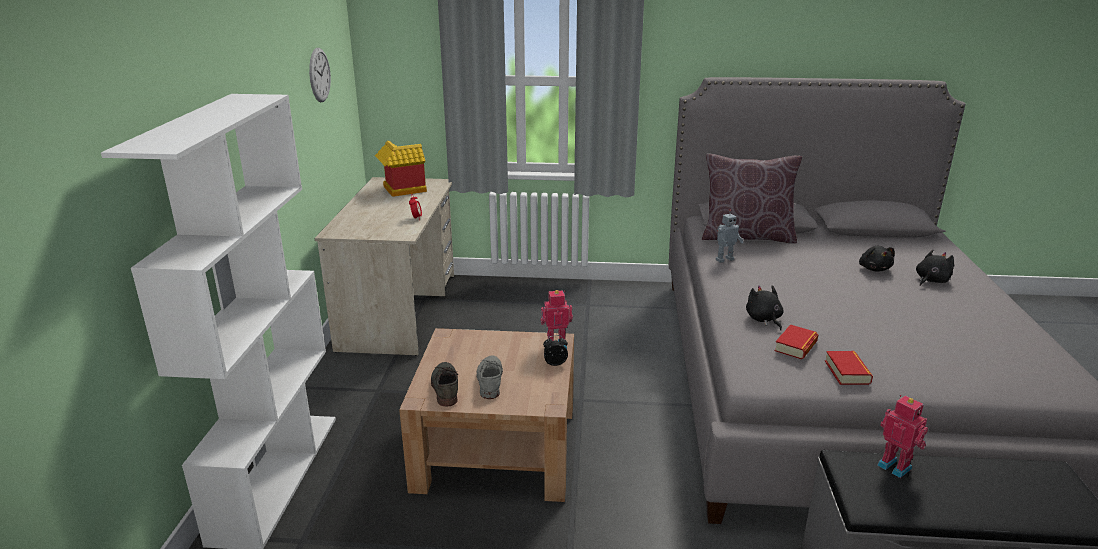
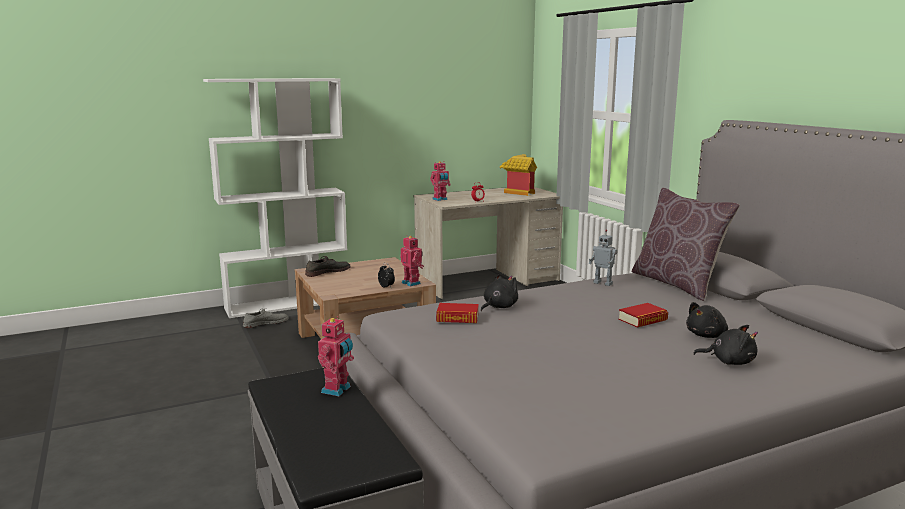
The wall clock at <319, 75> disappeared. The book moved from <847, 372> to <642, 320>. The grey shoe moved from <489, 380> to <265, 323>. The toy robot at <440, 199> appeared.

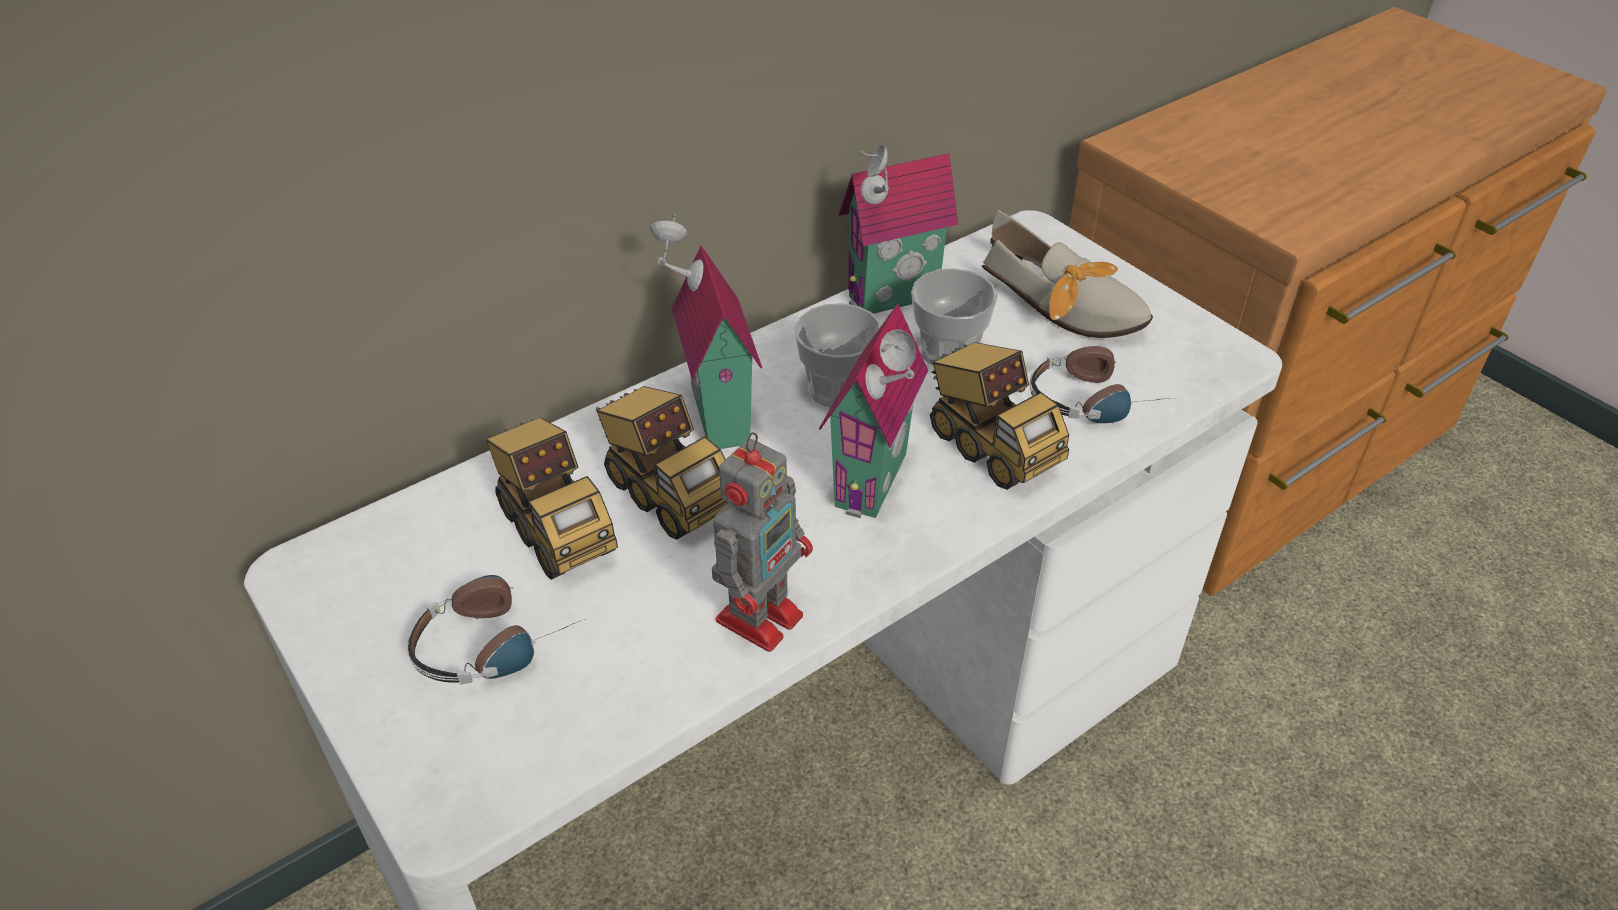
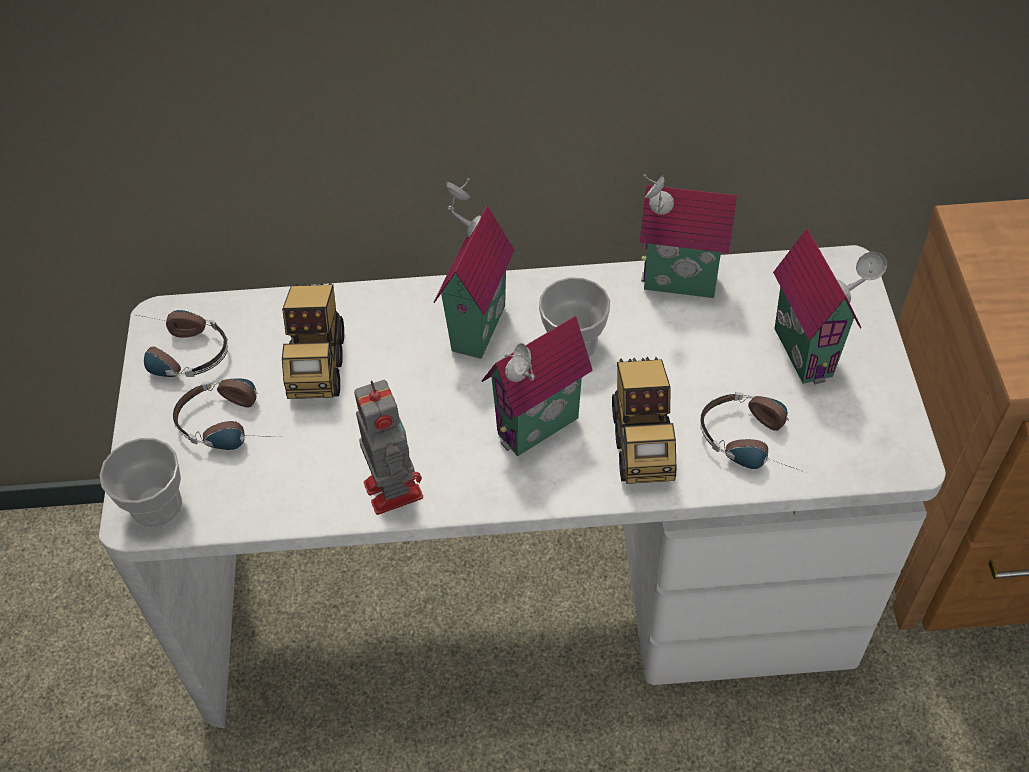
The shoe at <1067, 306> was replaced by the toy house at <808, 351>. The cup moved from <948, 352> to <156, 505>. The toy truck at <667, 493> disappeared. The toy robot at <762, 615> turned 90 degrees counterclockwise. The headphones at <177, 353> appeared.

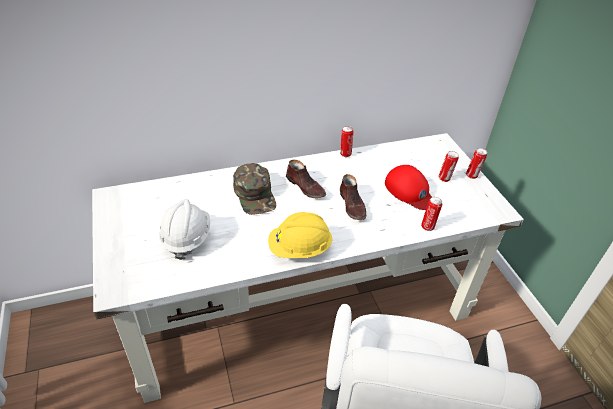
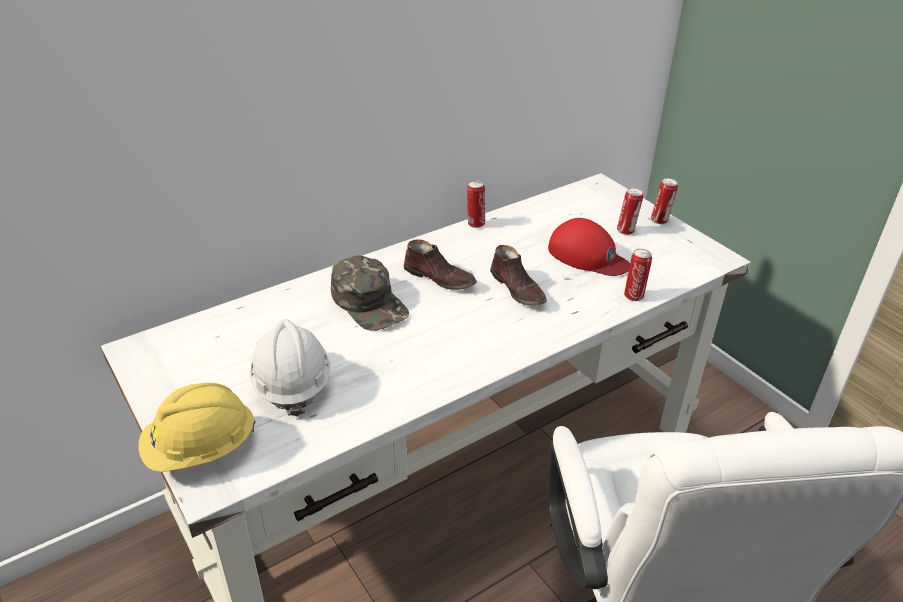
The yellow hard hat moved from <299, 249> to <201, 449>.

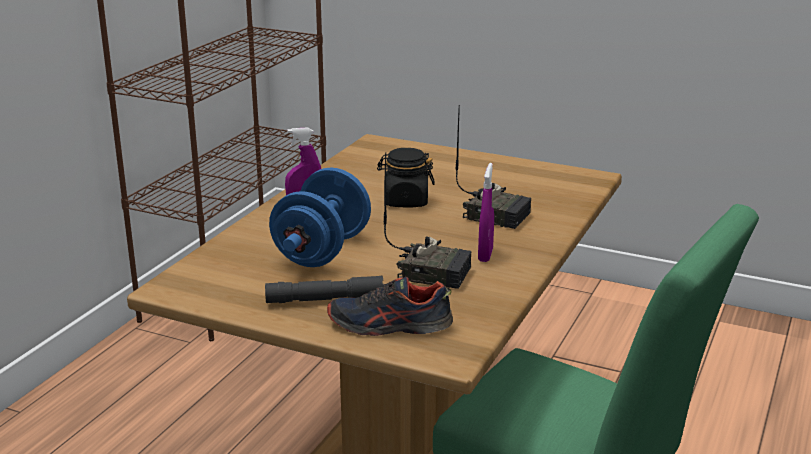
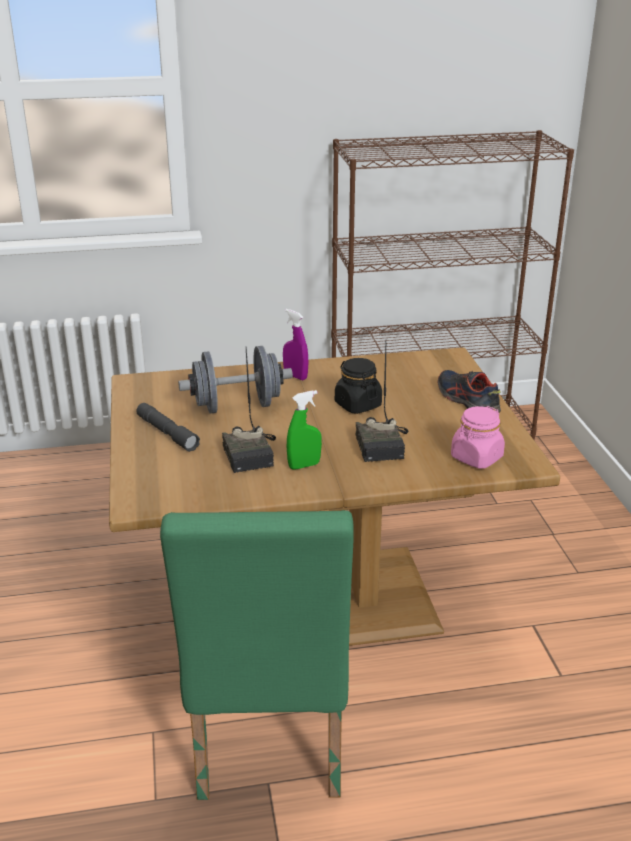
The purple spray bottle at <485, 255> became the green spray bottle at <304, 465>. The blue dumbbell at <322, 251> became the grey dumbbell at <237, 406>. The shoe moved from <389, 326> to <467, 400>. The pink jar at <476, 458> appeared.

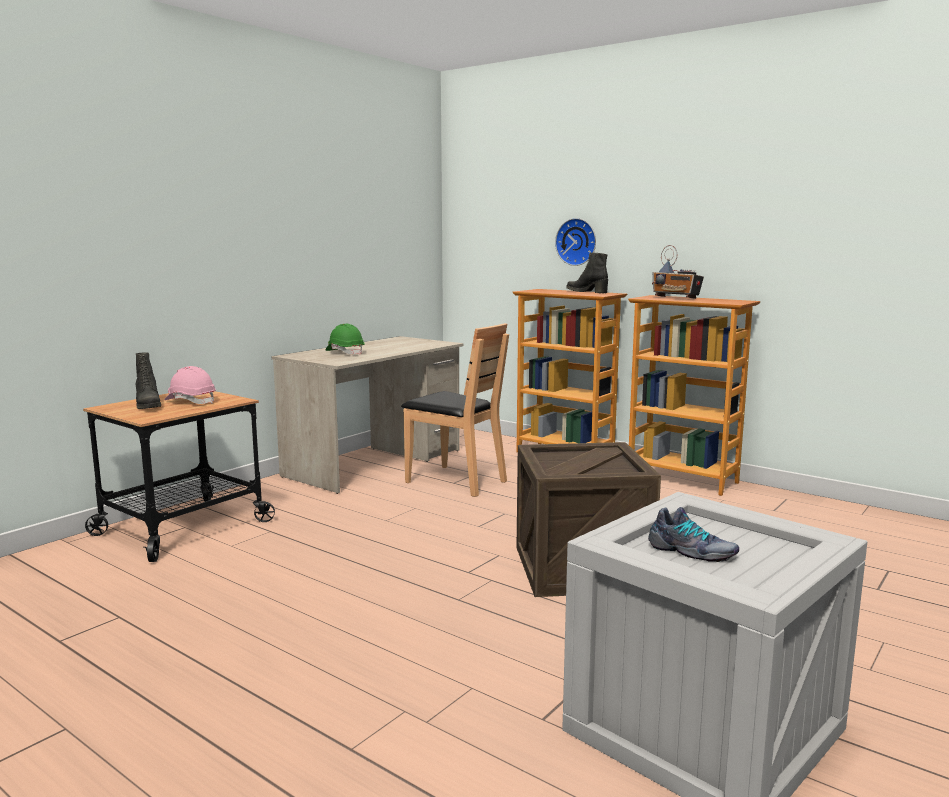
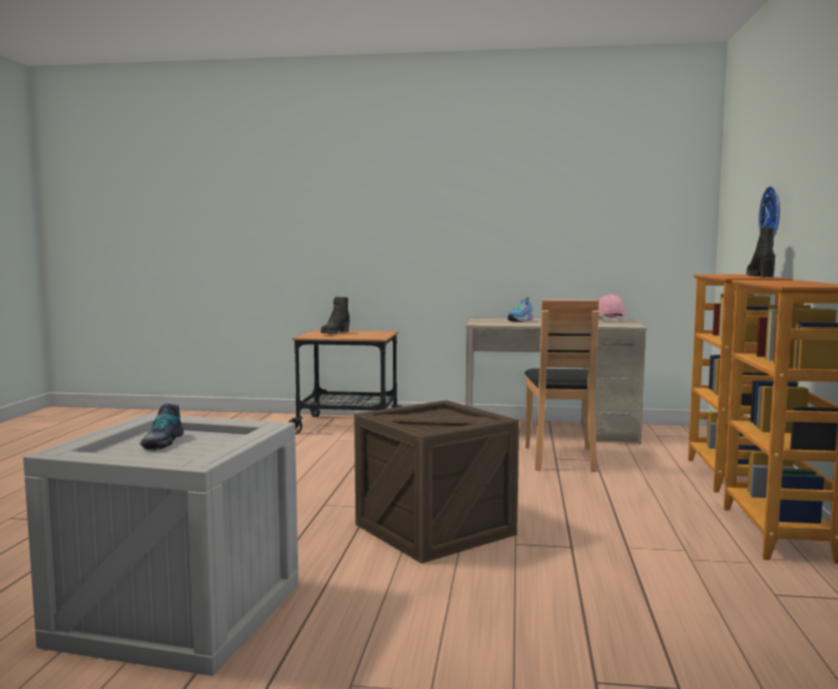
The radio at <676, 298> disappeared. The green hard hat at <345, 352> was replaced by the shoe at <520, 321>. The pink hard hat moved from <191, 401> to <609, 320>.

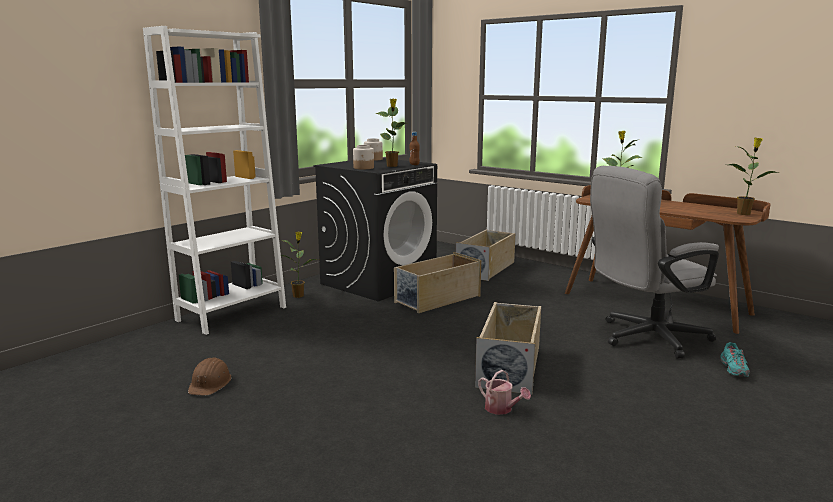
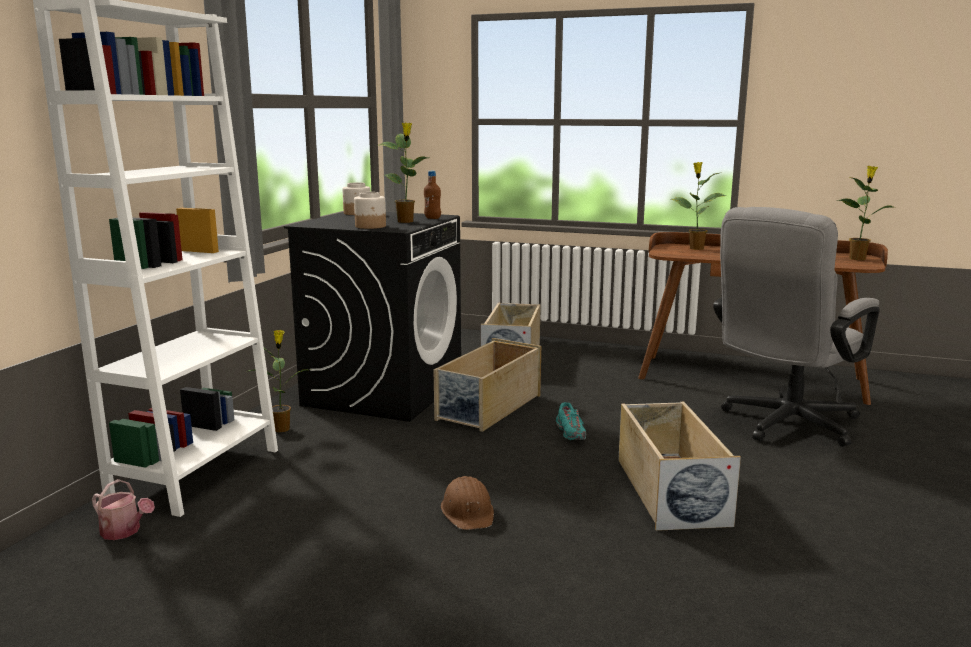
The turquoise shoe moved from <734, 370> to <570, 434>. The brown hard hat moved from <210, 383> to <468, 512>. The watering can moved from <501, 409> to <124, 532>.

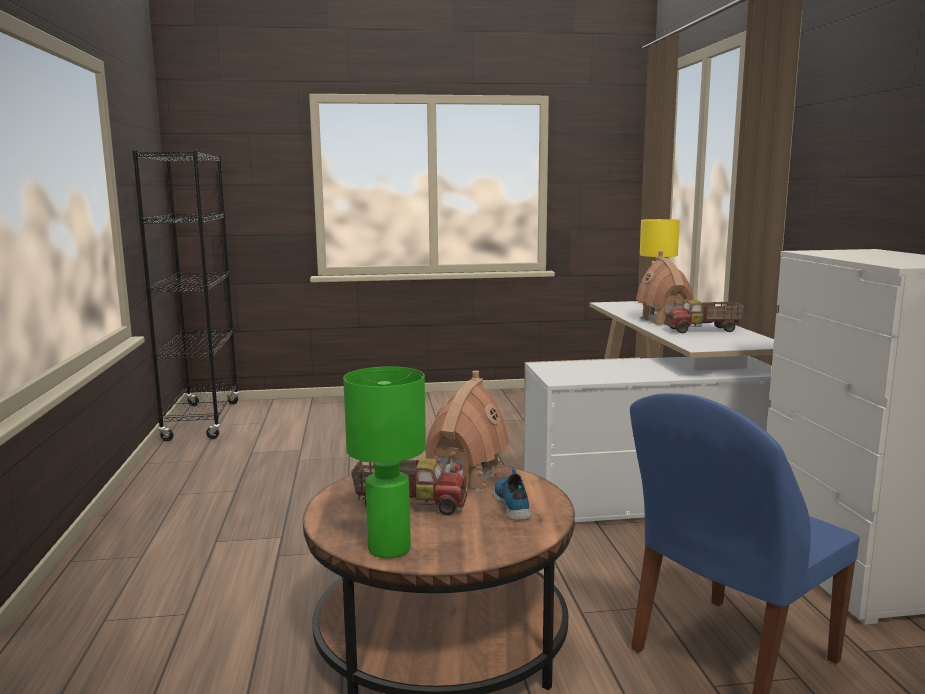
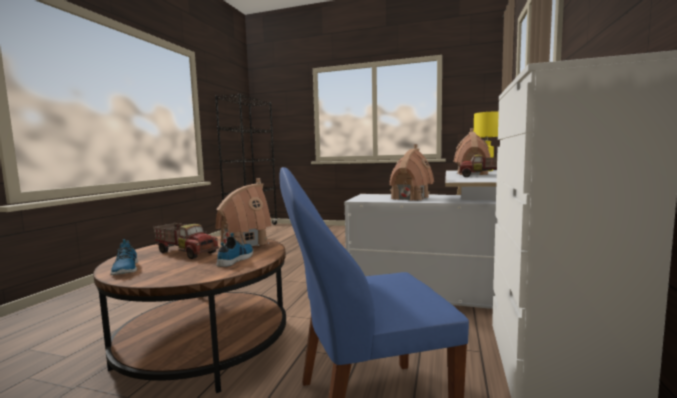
The green table lamp at <389, 548> was replaced by the shoe at <125, 269>. The toy house at <409, 198> appeared.

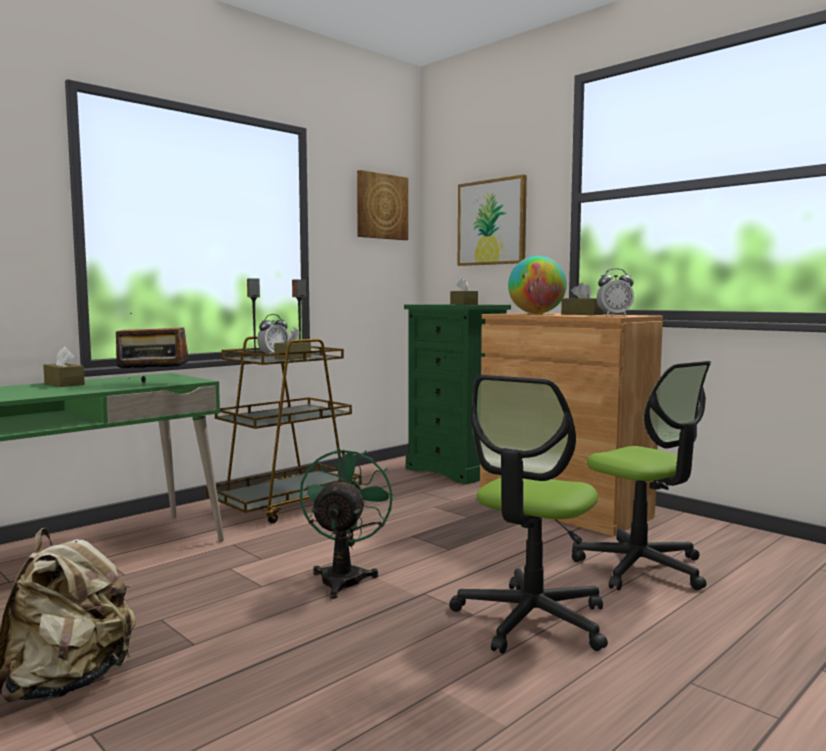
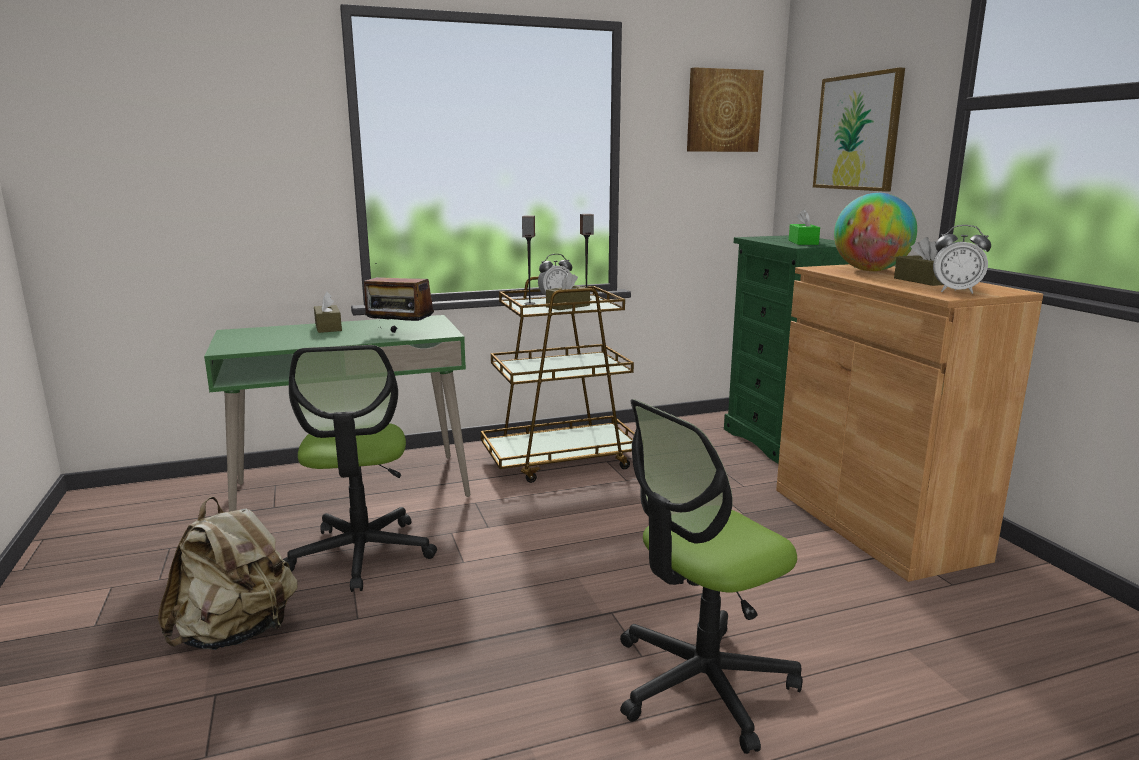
The brown tissue box at <463, 304> became the green tissue box at <803, 242>. The office chair moved from <641, 567> to <362, 554>. The green fan at <344, 577> disappeared.

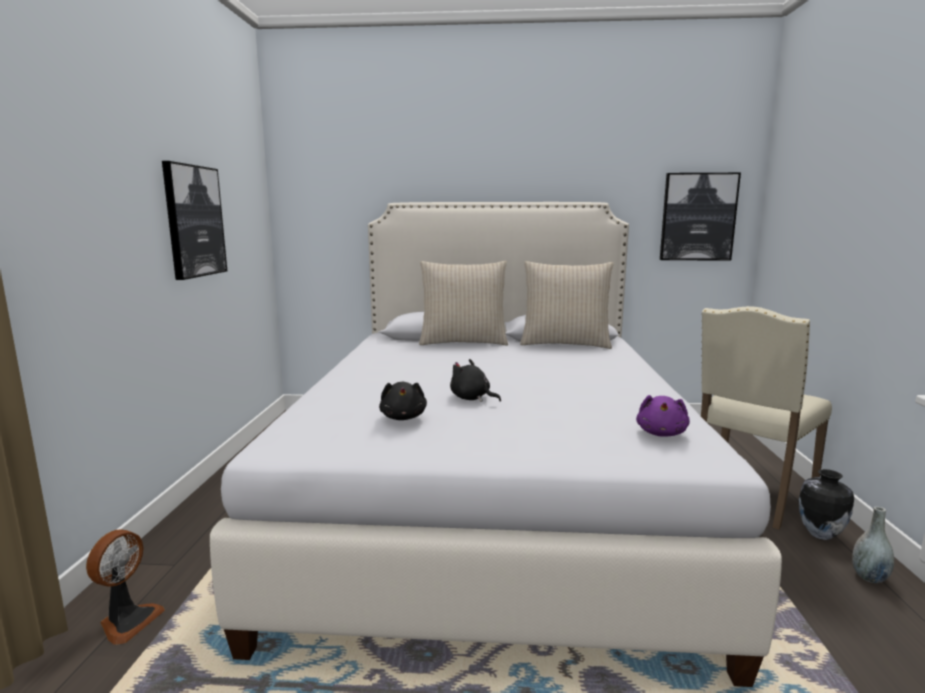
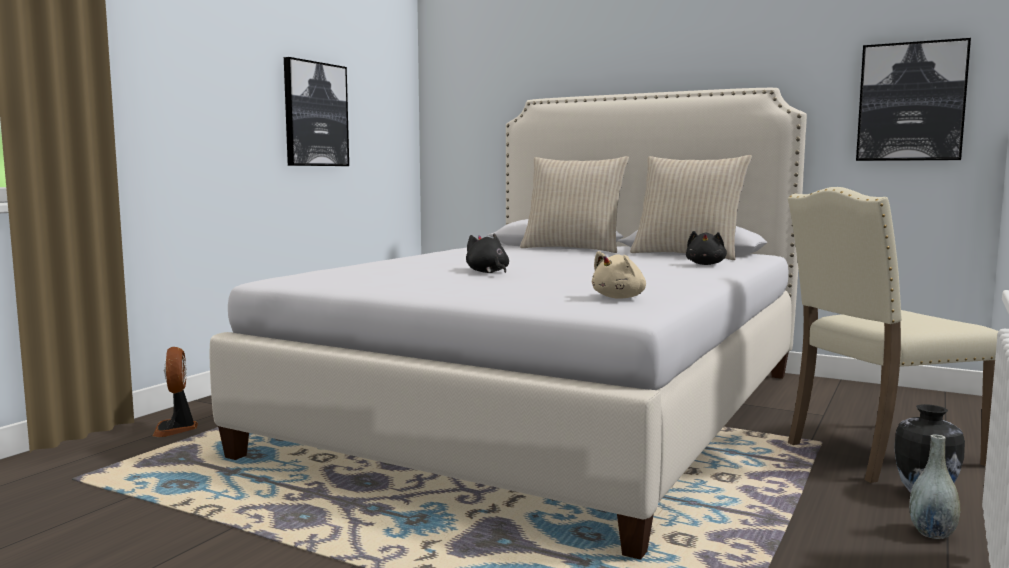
The black plush toy moved from <403, 417> to <705, 264>. The purple plush toy at <661, 433> became the beige plush toy at <620, 298>. The fan at <128, 621> turned 120 degrees clockwise.

